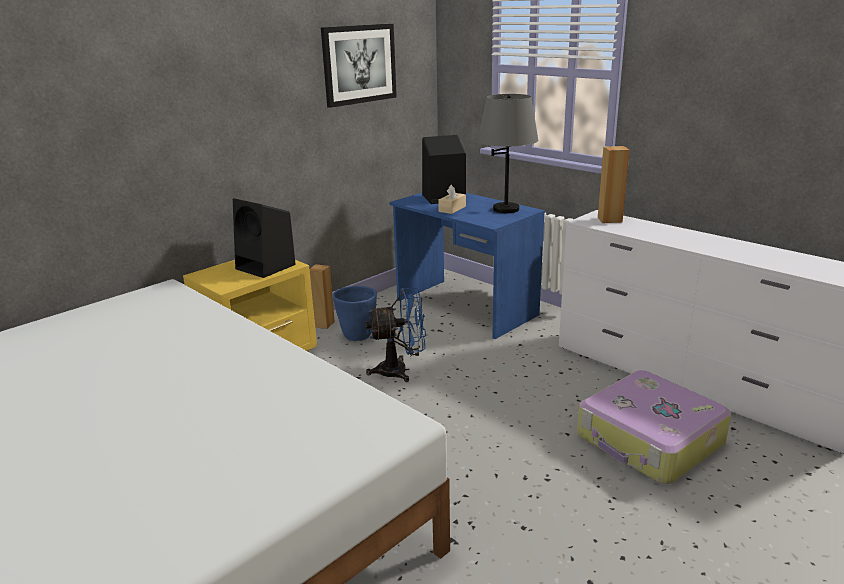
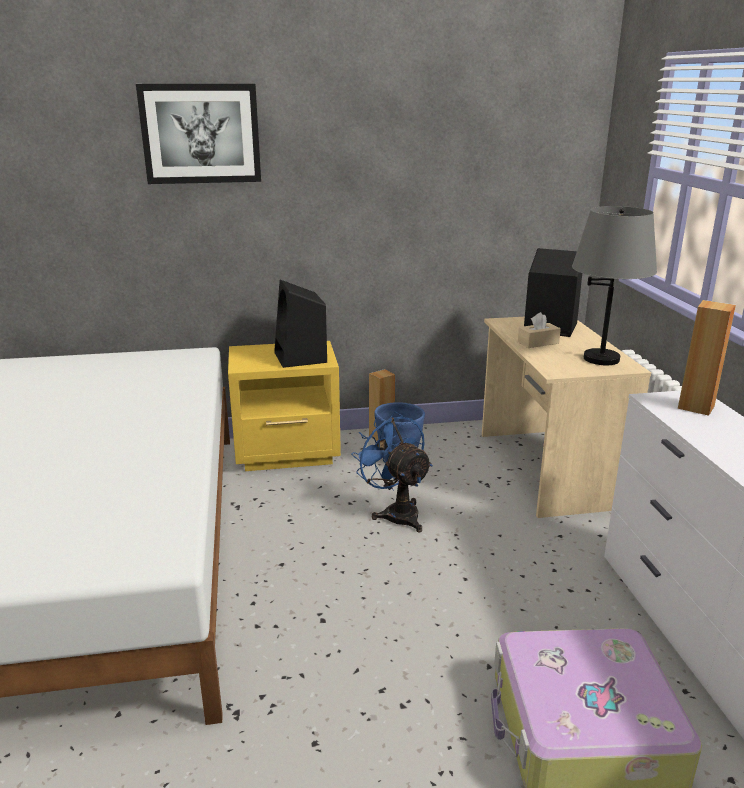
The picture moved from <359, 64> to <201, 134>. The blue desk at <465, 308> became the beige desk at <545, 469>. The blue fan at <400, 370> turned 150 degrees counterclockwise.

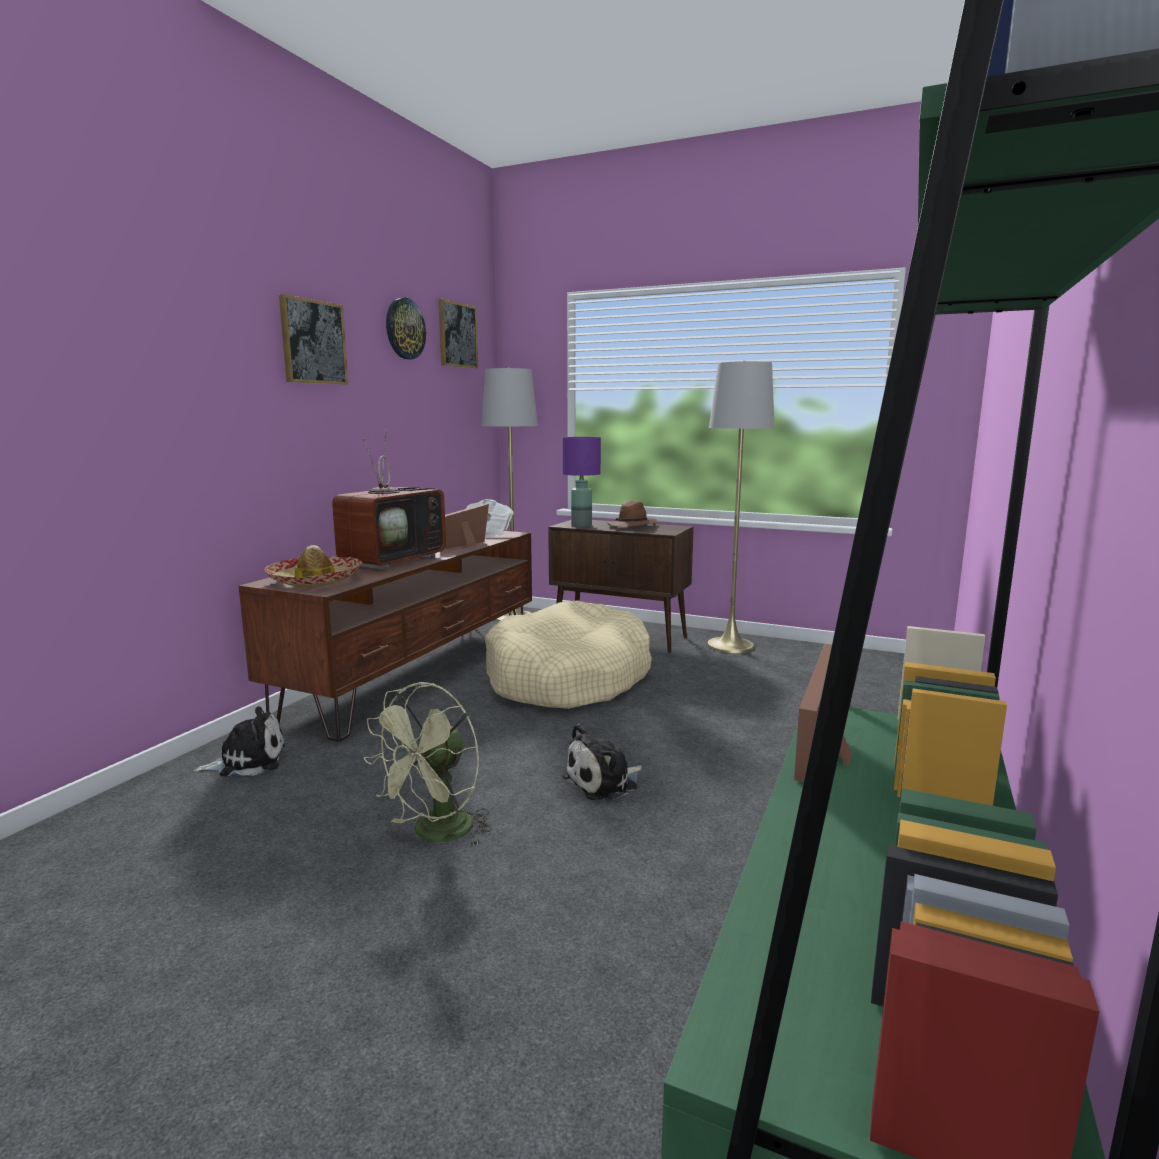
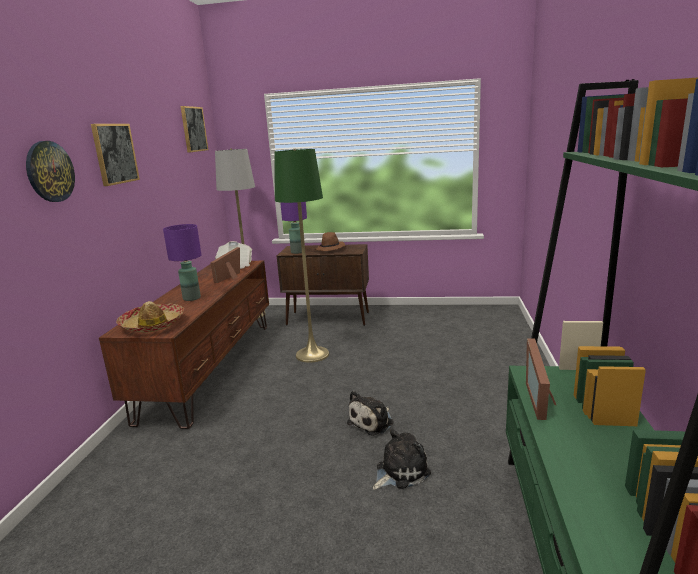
The wall clock moved from <404, 329> to <49, 171>. The grey floor lamp at <730, 645> disappeared. The television at <393, 560> was replaced by the purple table lamp at <191, 298>. The beige dog bed at <568, 678> was replaced by the green floor lamp at <312, 354>. The green fan at <436, 834> disappeared. The plush toy moved from <248, 761> to <400, 471>.

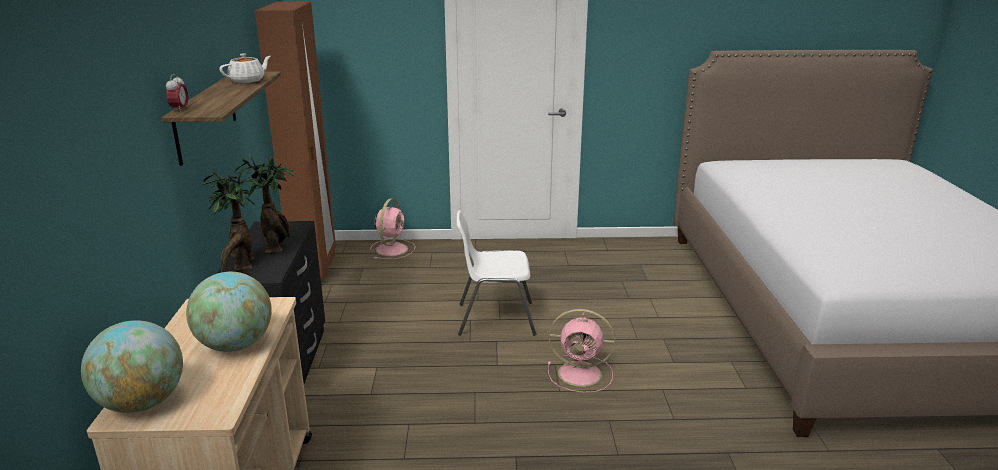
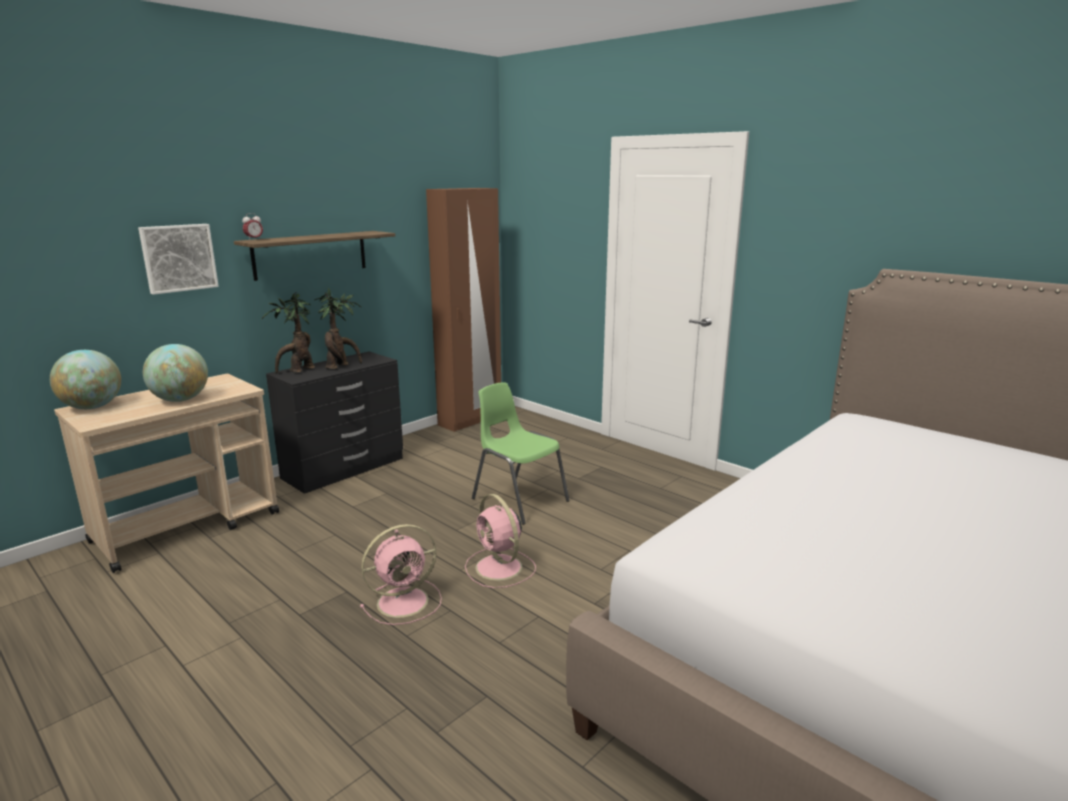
The white teapot at <248, 81> disappeared. The pink fan moved from <392, 249> to <405, 601>. The white chair at <494, 318> became the green chair at <518, 499>. The picture at <178, 258> appeared.

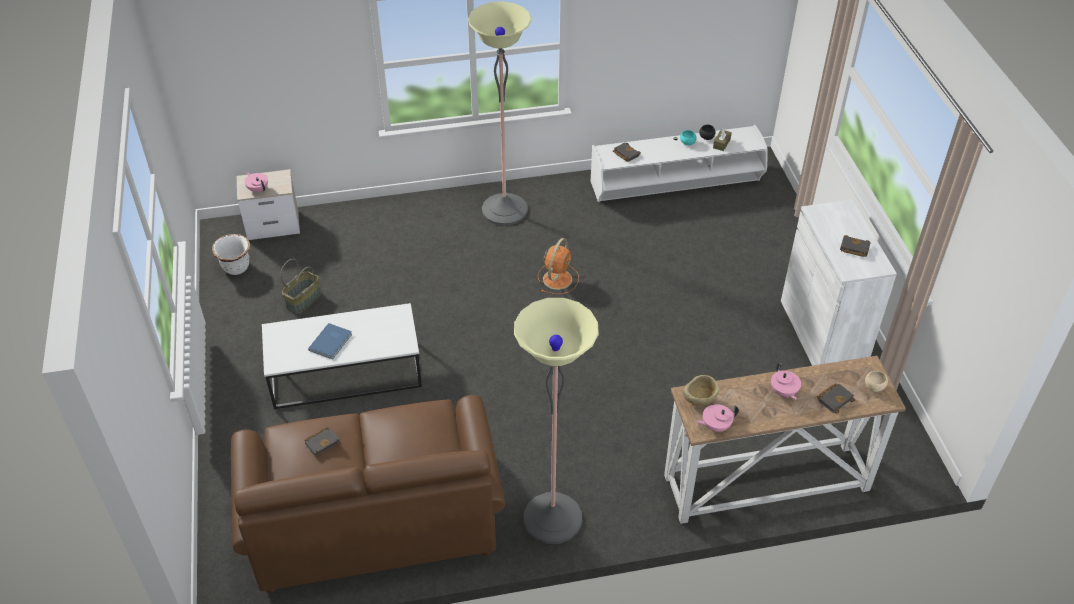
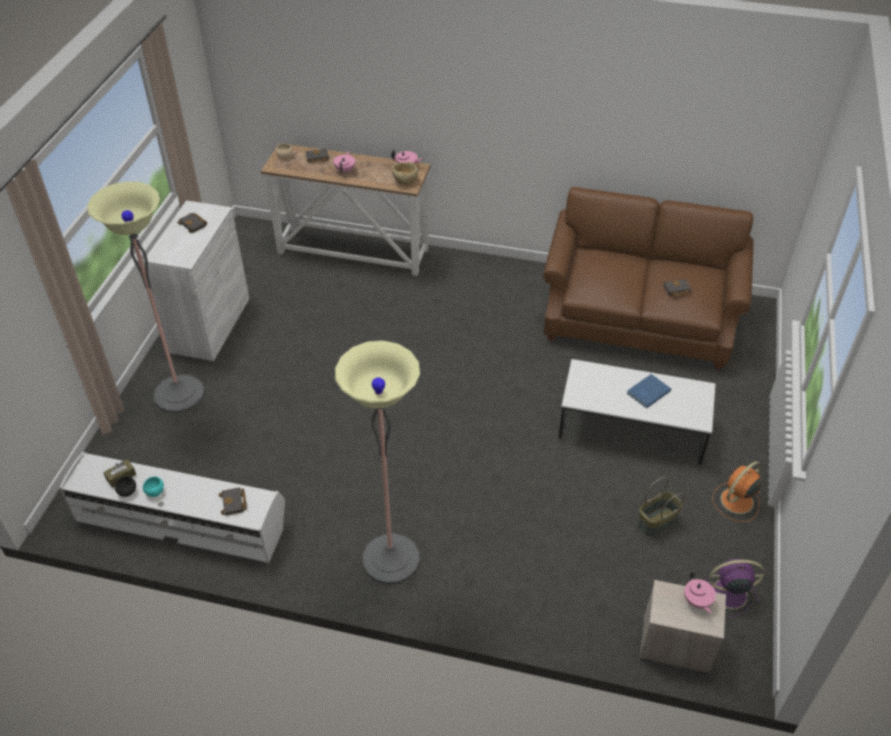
The white planter at <236, 268> was replaced by the purple fan at <727, 594>. The orange fan moved from <558, 278> to <736, 501>. The floor lamp moved from <552, 518> to <179, 394>.

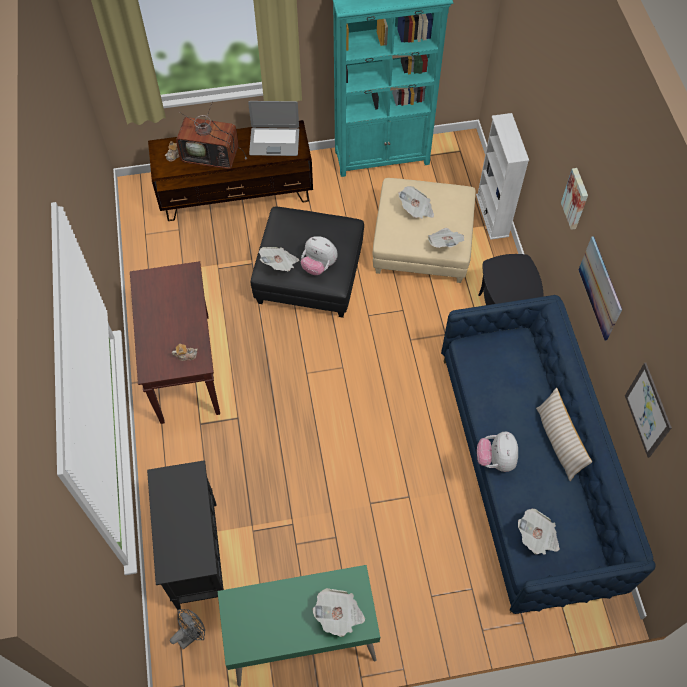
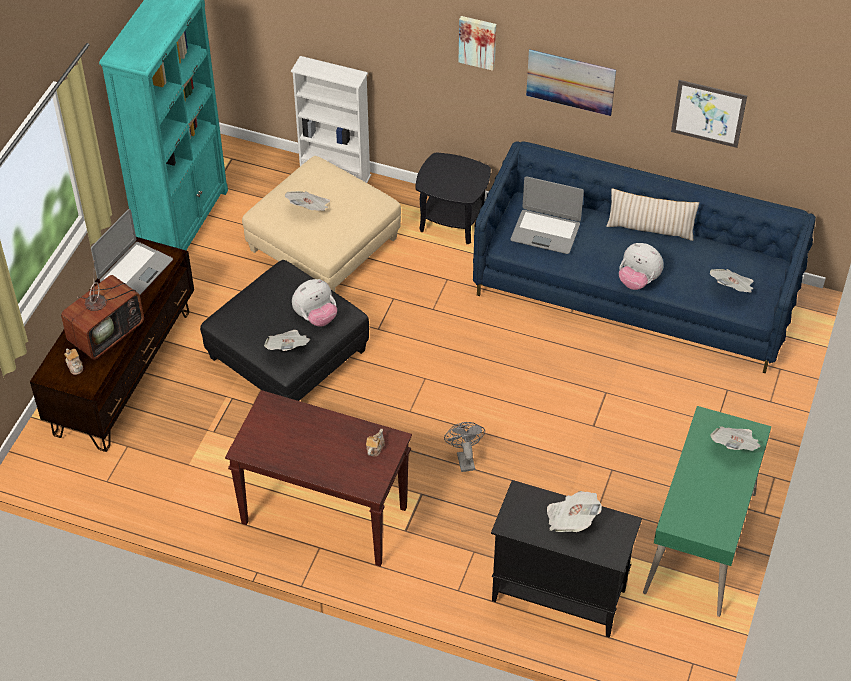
The newspaper moved from <444, 243> to <571, 519>. The grey fan moved from <191, 634> to <464, 458>. The laptop at <545, 232> appeared.

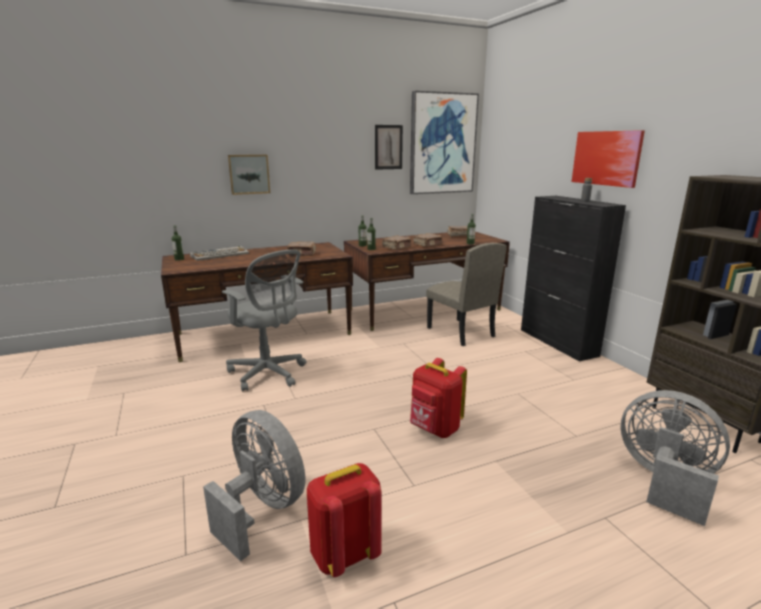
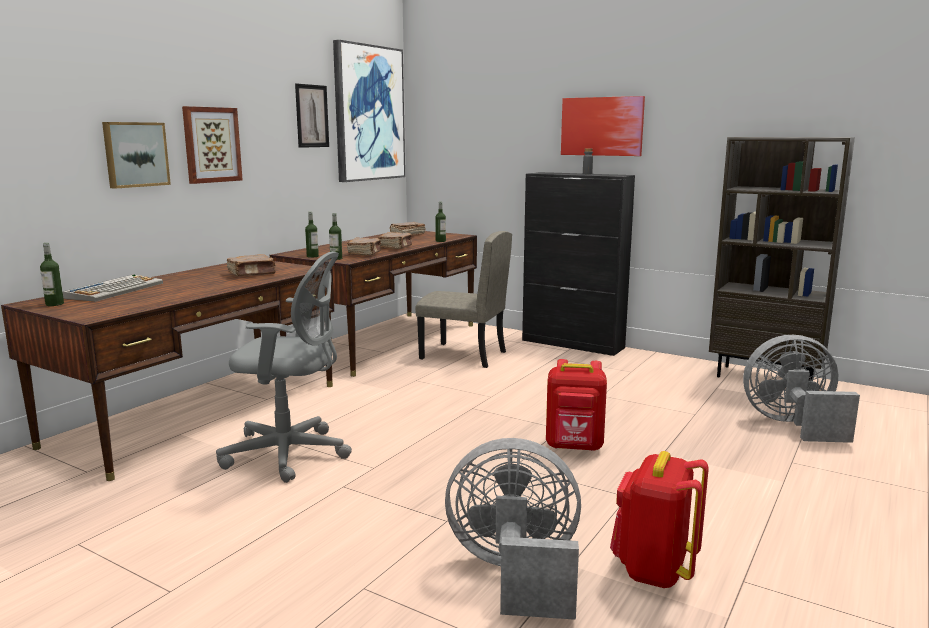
The picture at <211, 145> appeared.

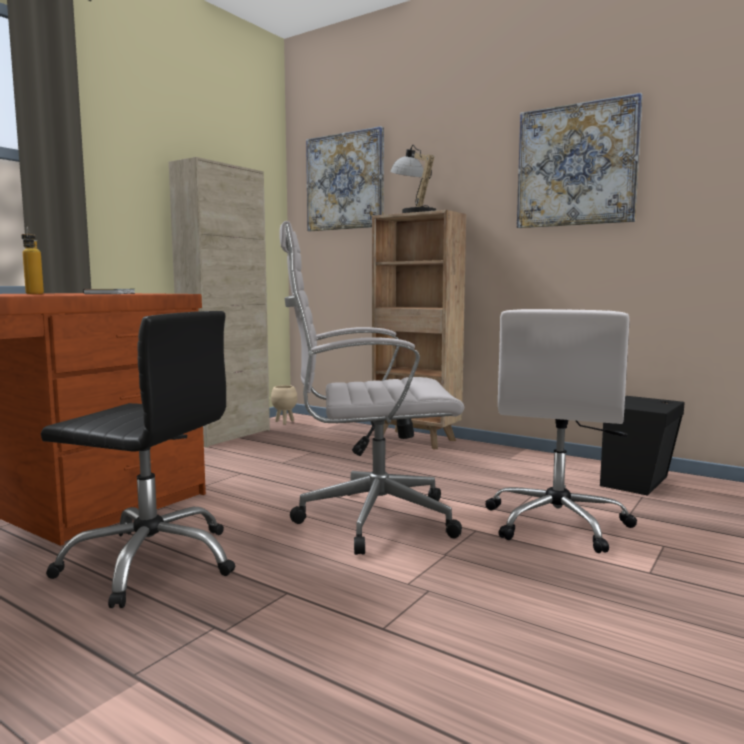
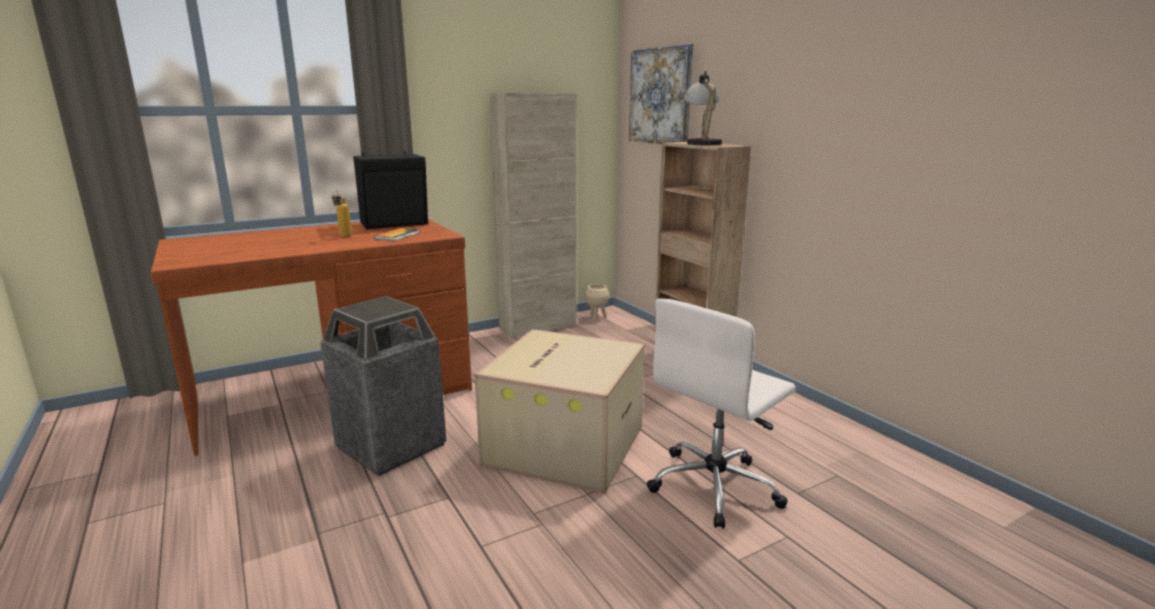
The picture at <576, 165> disappeared. The white office chair at <369, 520> was replaced by the cardboard box at <564, 443>. The black office chair at <151, 562> was replaced by the trash can at <390, 447>. The black speaker moved from <639, 482> to <396, 224>.

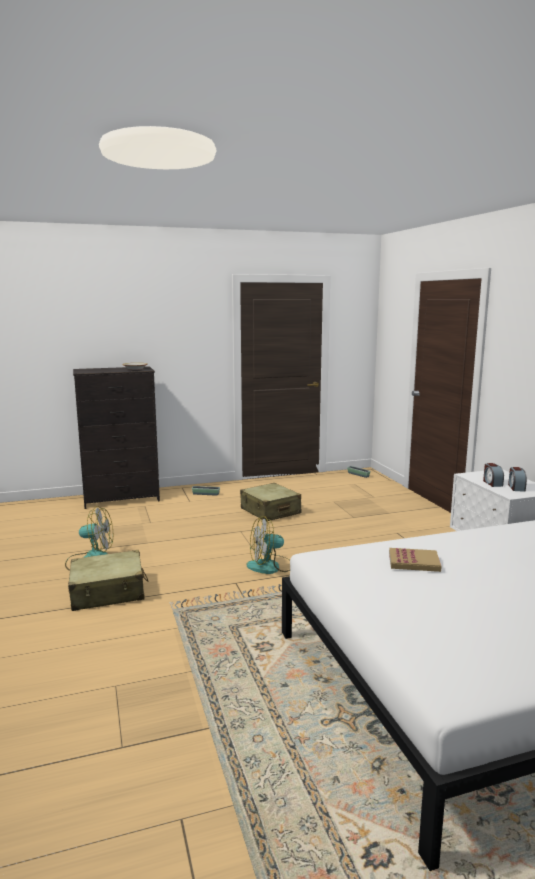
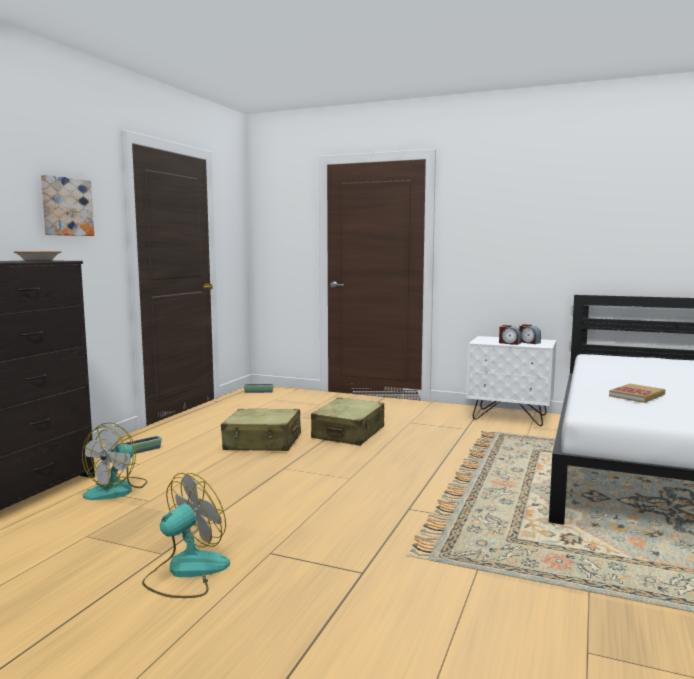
The fan moved from <271, 567> to <117, 489>. The beige suitcase moved from <108, 592> to <348, 433>. The picture at <66, 207> appeared.

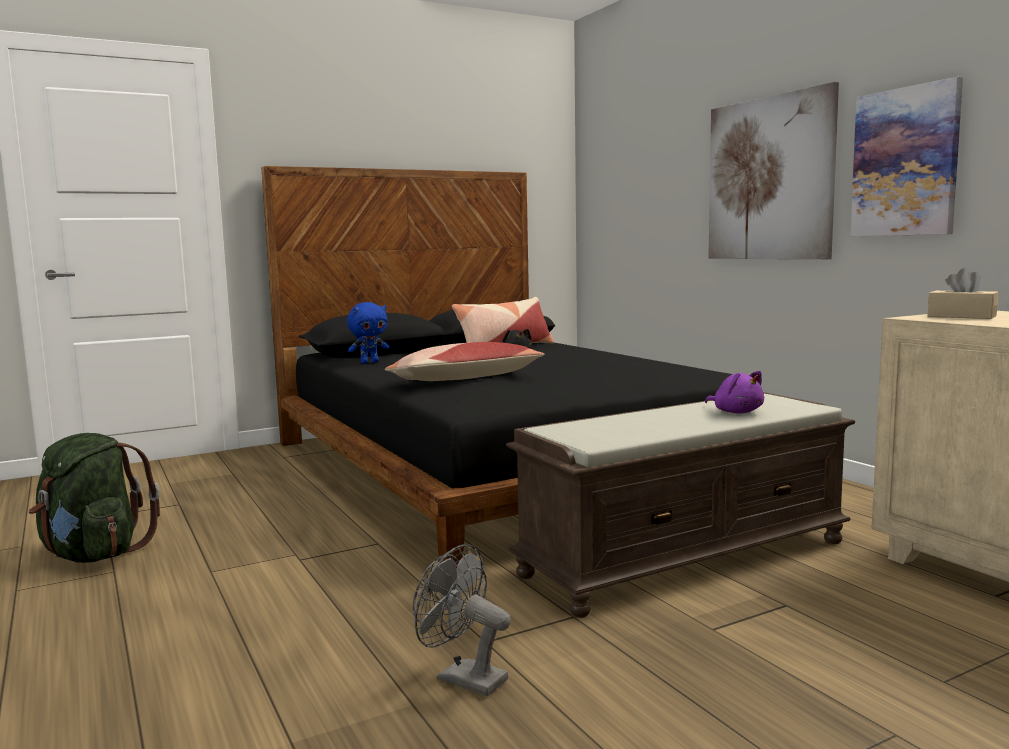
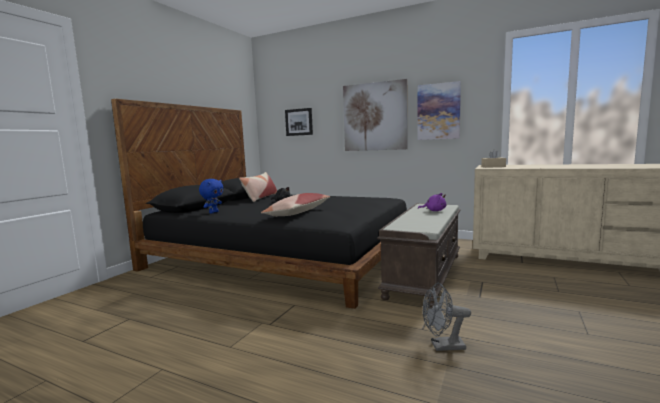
The green backpack at <94, 555> disappeared. The picture at <299, 122> appeared.

